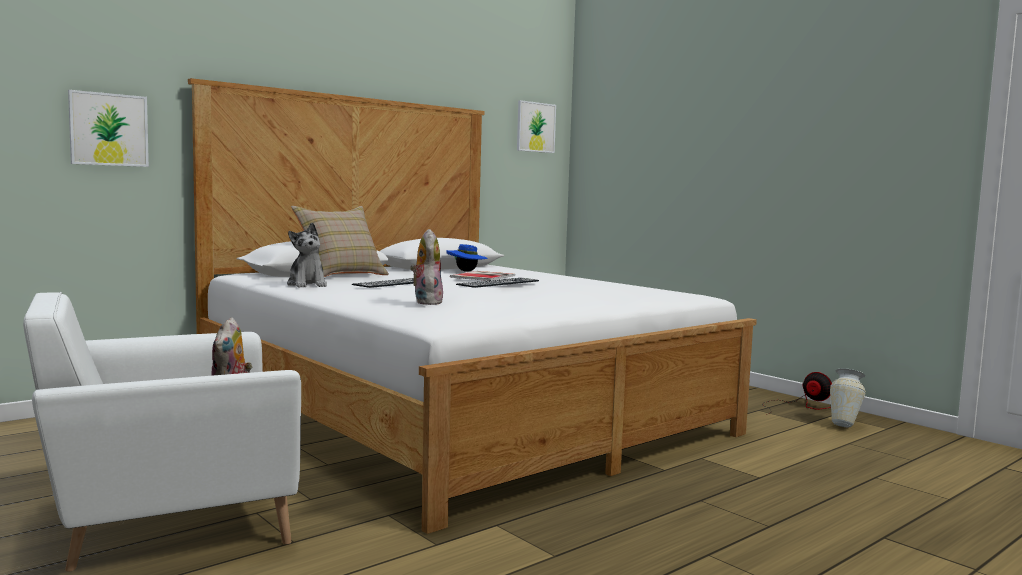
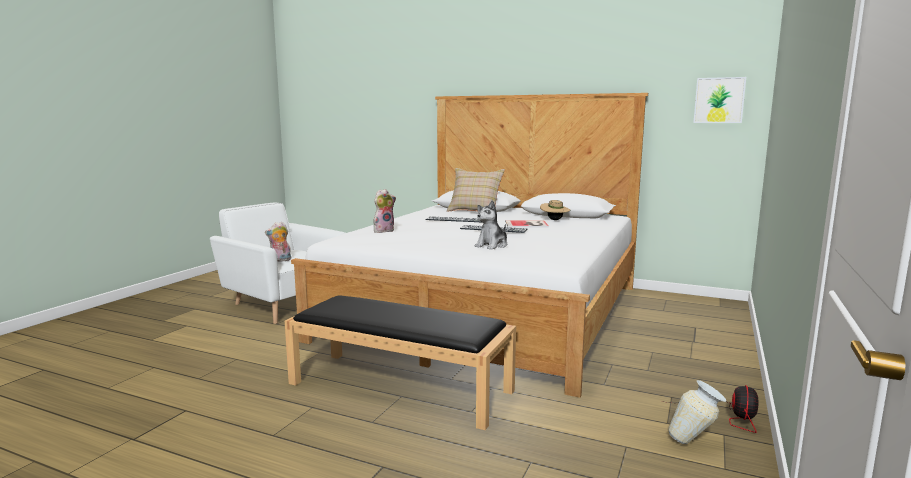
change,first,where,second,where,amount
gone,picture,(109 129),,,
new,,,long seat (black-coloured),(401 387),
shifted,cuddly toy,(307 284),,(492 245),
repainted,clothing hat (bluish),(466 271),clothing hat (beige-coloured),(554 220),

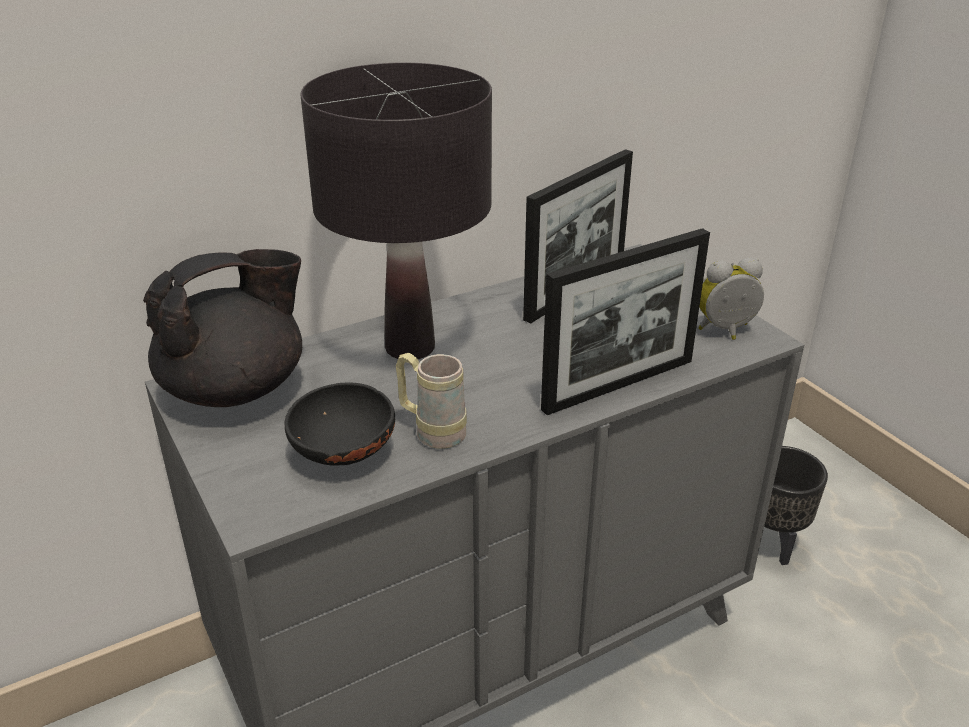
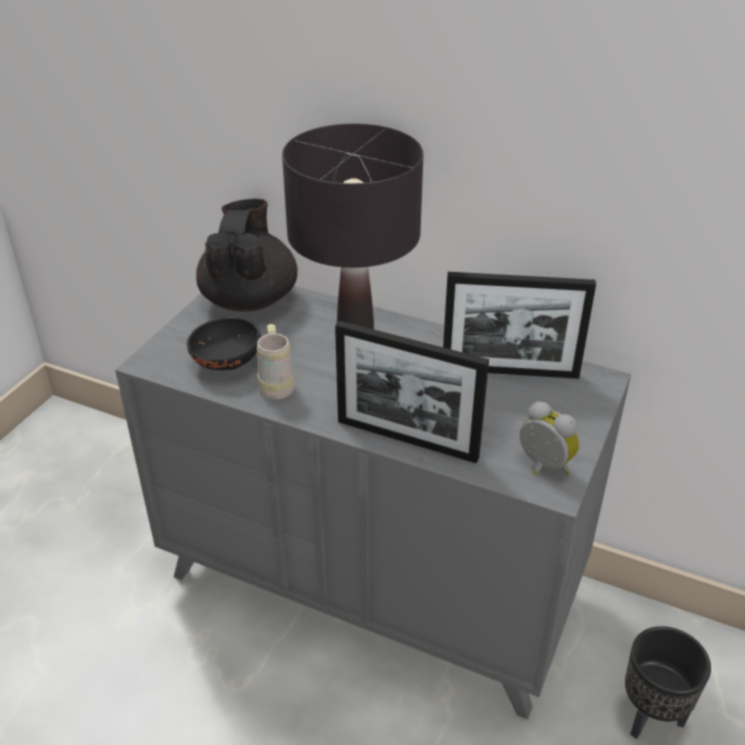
change,first,where,second,where,amount
rotated,tea pot (black-coloured),(237 389),,(249 299),105 degrees counterclockwise

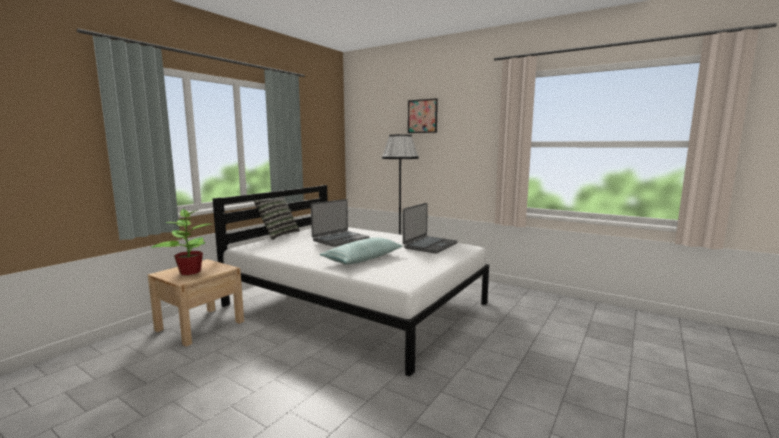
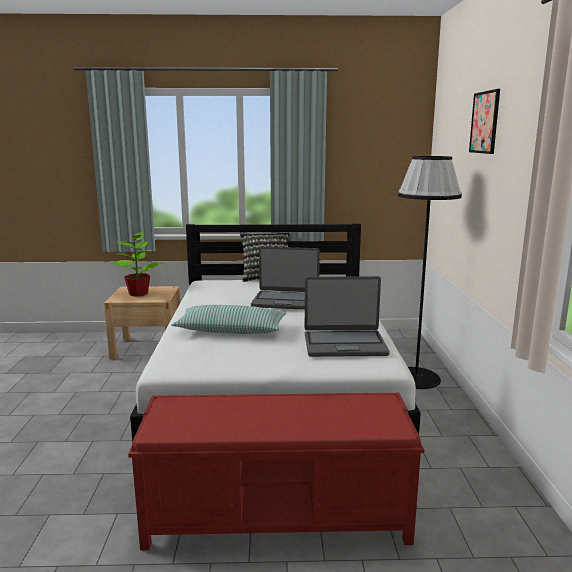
change,first,where,second,where,amount
new,,,long seat (reddish),(279 515),

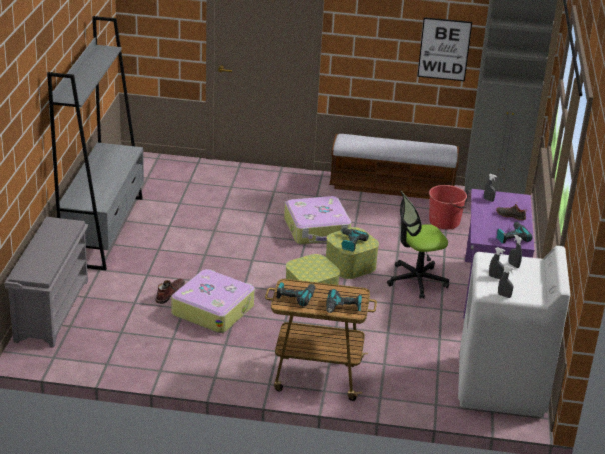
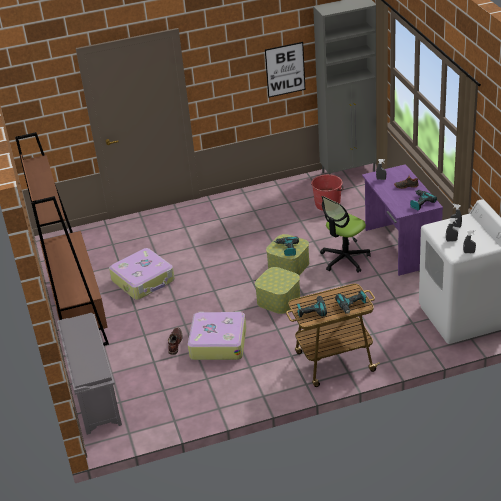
change,first,where,second,where,amount
gone,long seat,(392 187),,,
shifted,suitcase,(317 229),,(144 281),
repainted,bookshelf (grey),(103 230),bookshelf (brown-coloured),(78 311),

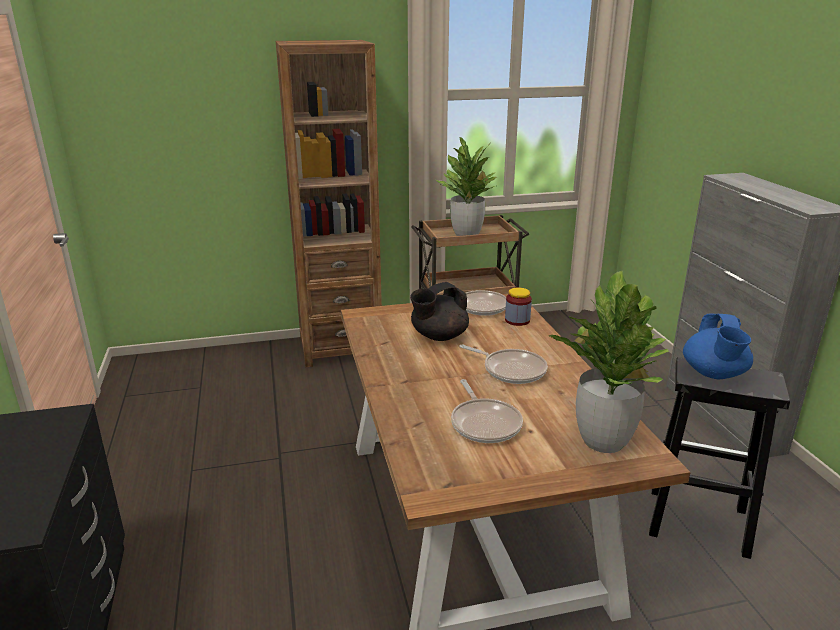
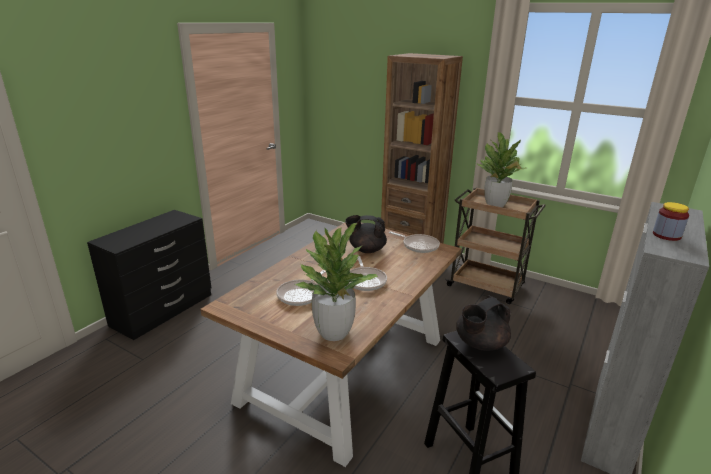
change,first,where,second,where,amount
shifted,preserve jar,(517 320),,(666 235),
repainted,tea pot (bluish),(714 374),tea pot (black-coloured),(480 344),

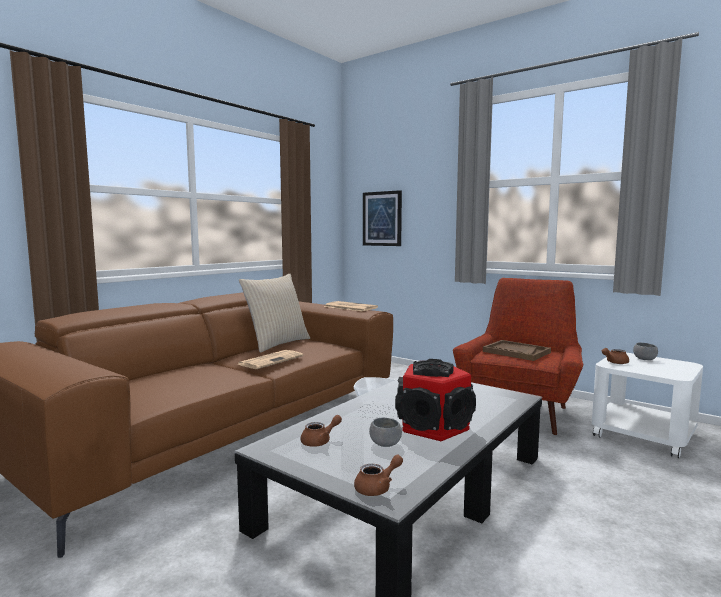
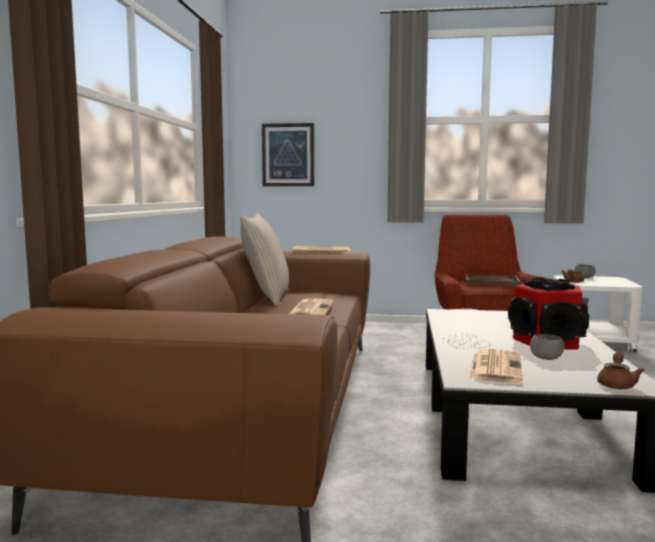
change,first,where,second,where,amount
swapped,tea pot (brown-coloured),(320 441),printed paper,(495 366),

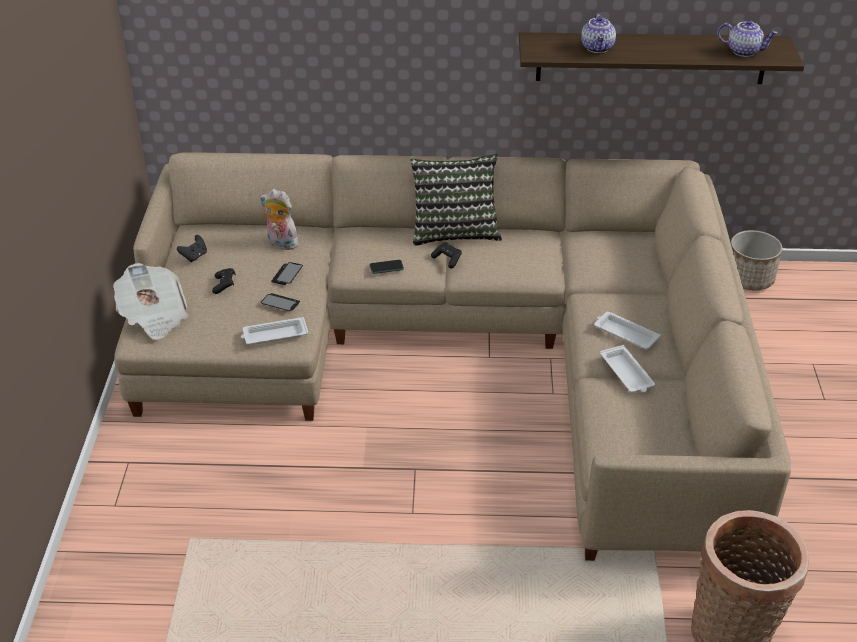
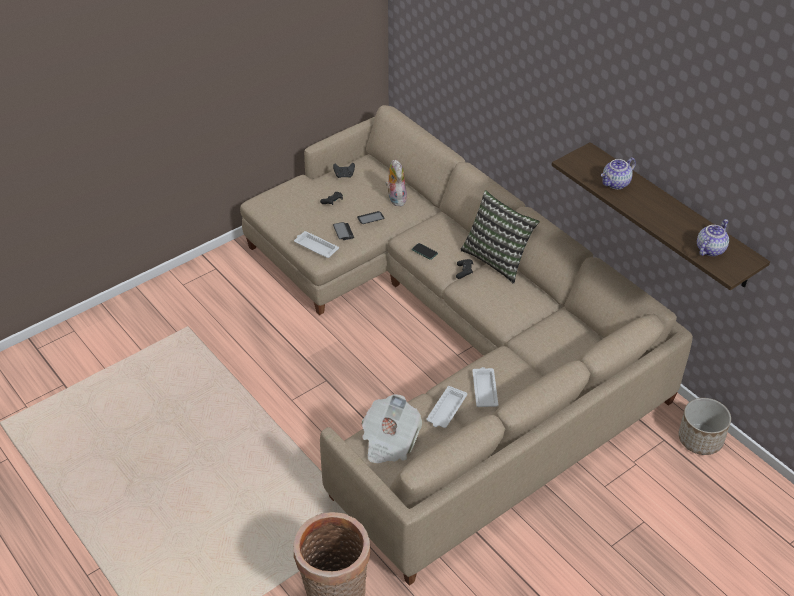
change,first,where,second,where,amount
shifted,printed paper,(154 316),,(389 441),
rotated,tea pot,(744 51),,(710 249),120 degrees counterclockwise

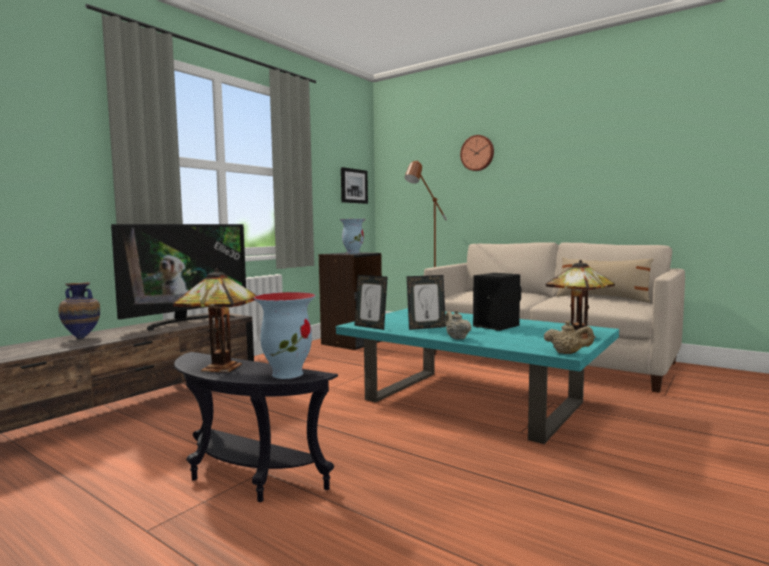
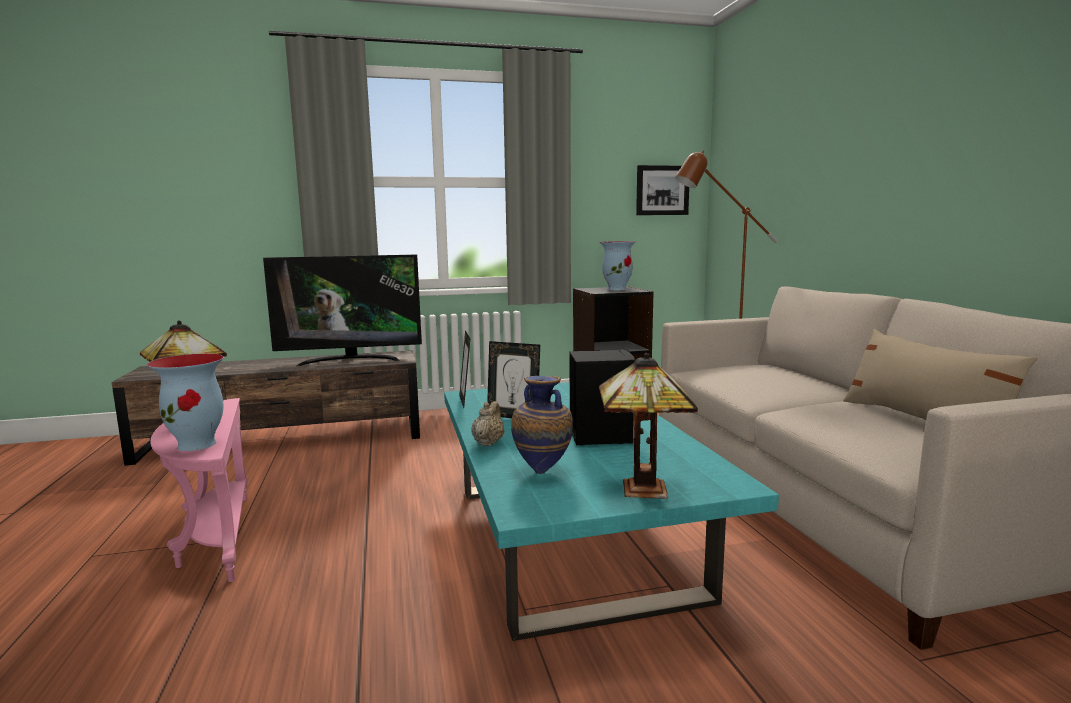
change,first,where,second,where,amount
gone,wall clock,(477 153),,,
gone,tea pot (beige-coloured),(568 353),,,
shifted,decorative vase,(82 338),,(543 471),
repainted,end table (black-coloured),(244 478),end table (pinkish),(215 538),

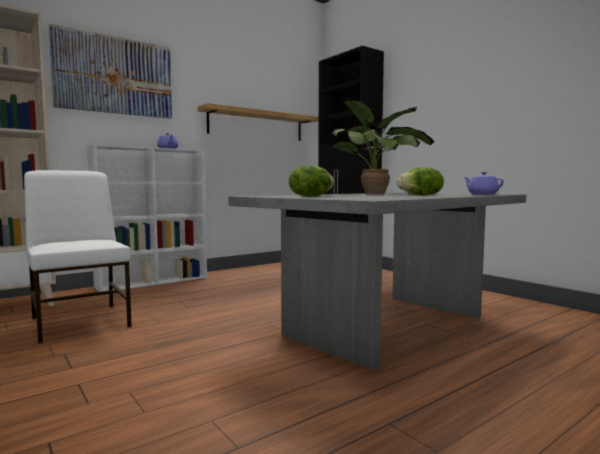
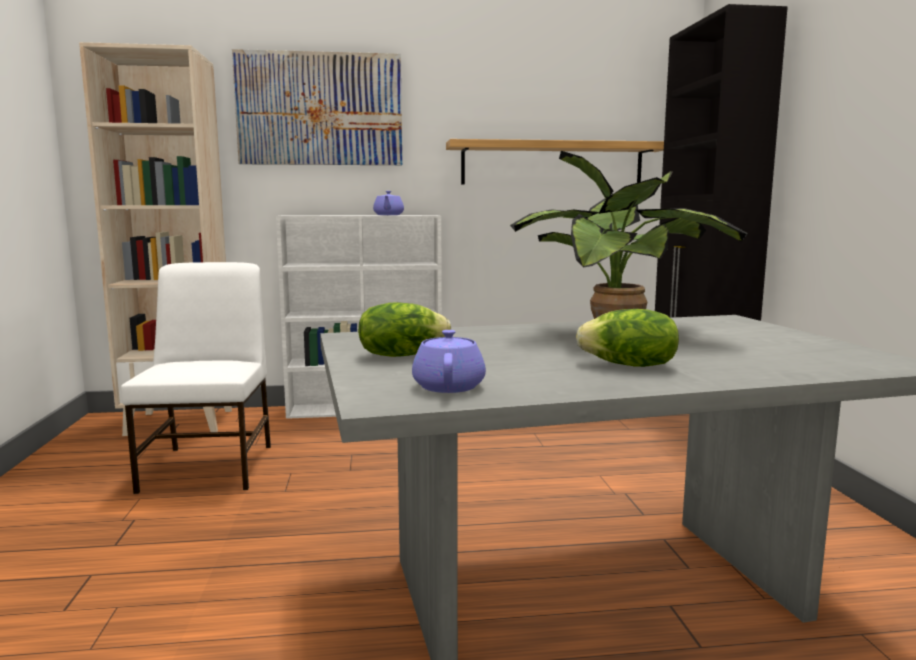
change,first,where,second,where,amount
shifted,tea pot (purple),(482 194),,(449 386),

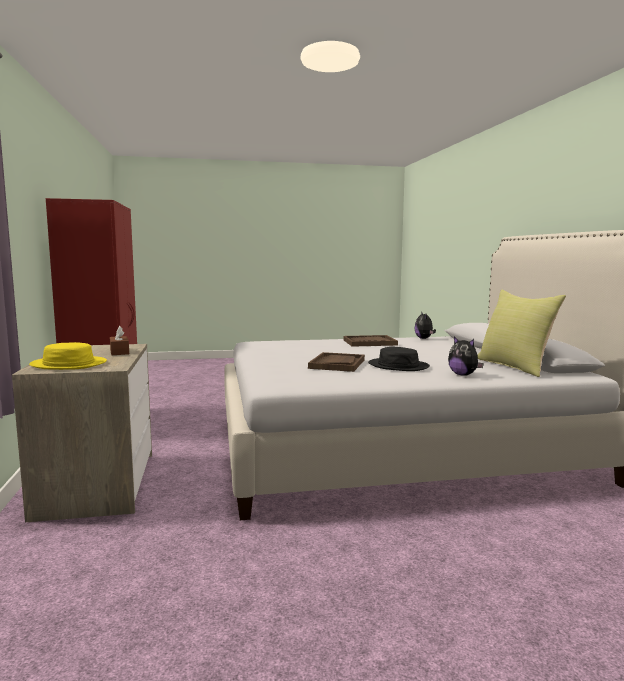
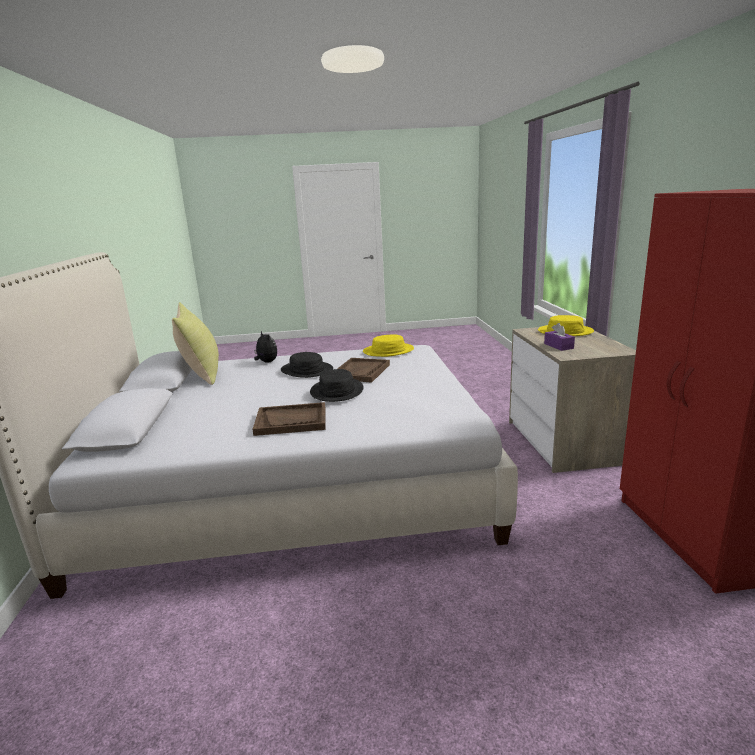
change,first,where,second,where,amount
gone,cuddly toy,(424 338),,,
new,,,clothing hat (black-coloured),(337 391),
new,,,clothing hat (yellowish),(388 351),
repainted,tissue box (brown-coloured),(119 352),tissue box (purple),(558 346),

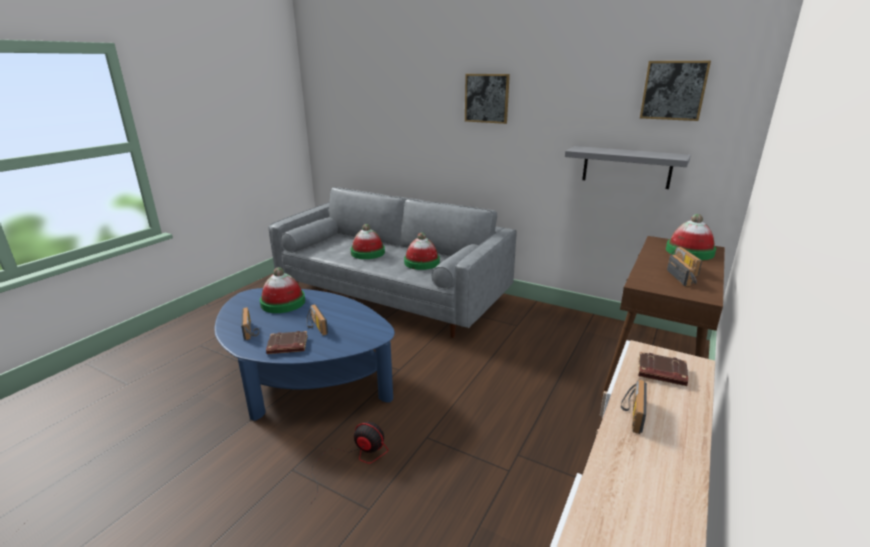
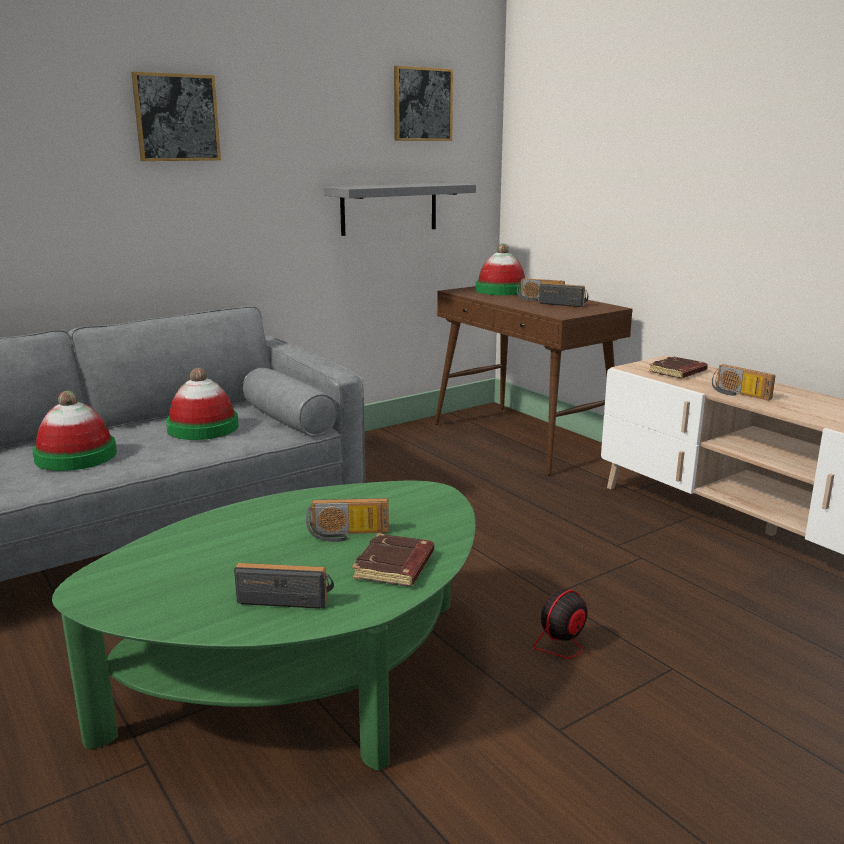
change,first,where,second,where,amount
gone,clothing hat,(283 303),,,
repainted,low table (bluish),(305 380),low table (green-coloured),(304 682),

